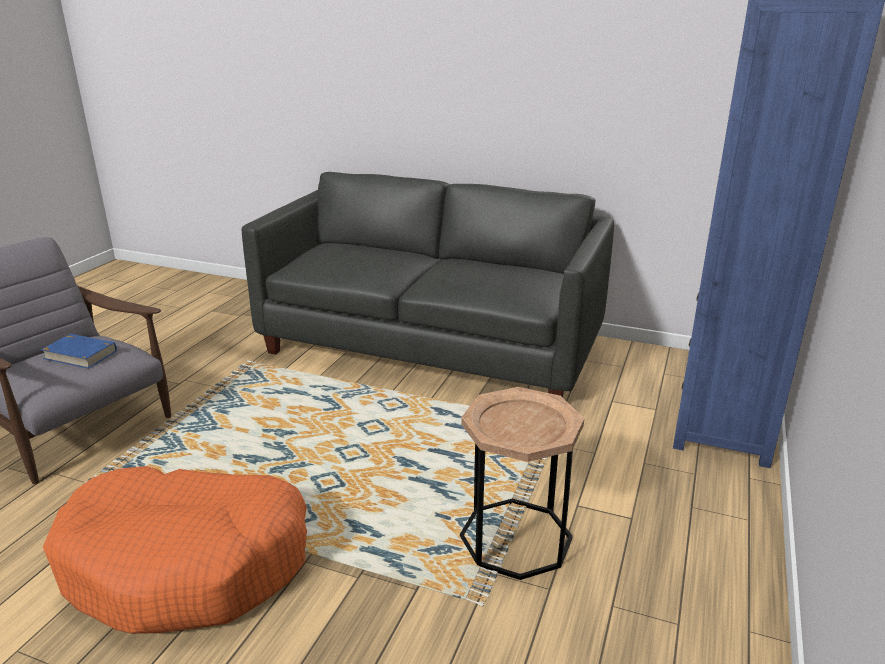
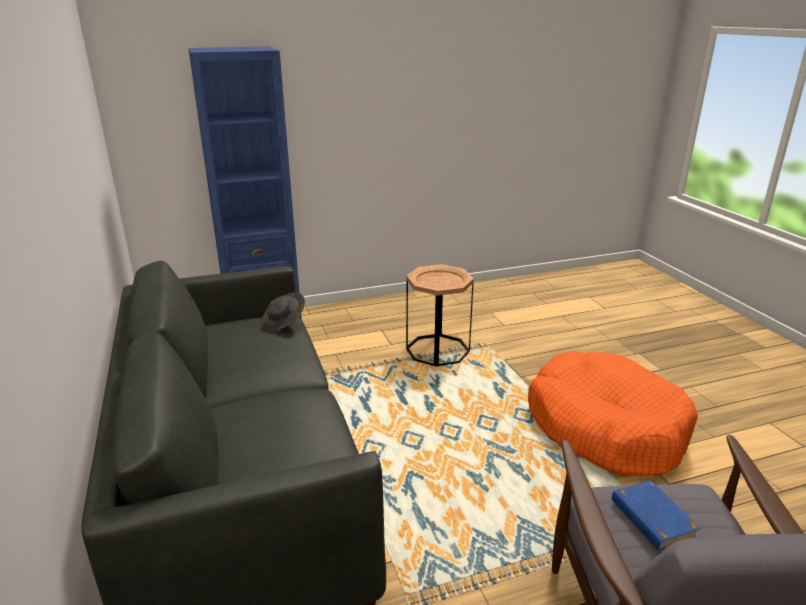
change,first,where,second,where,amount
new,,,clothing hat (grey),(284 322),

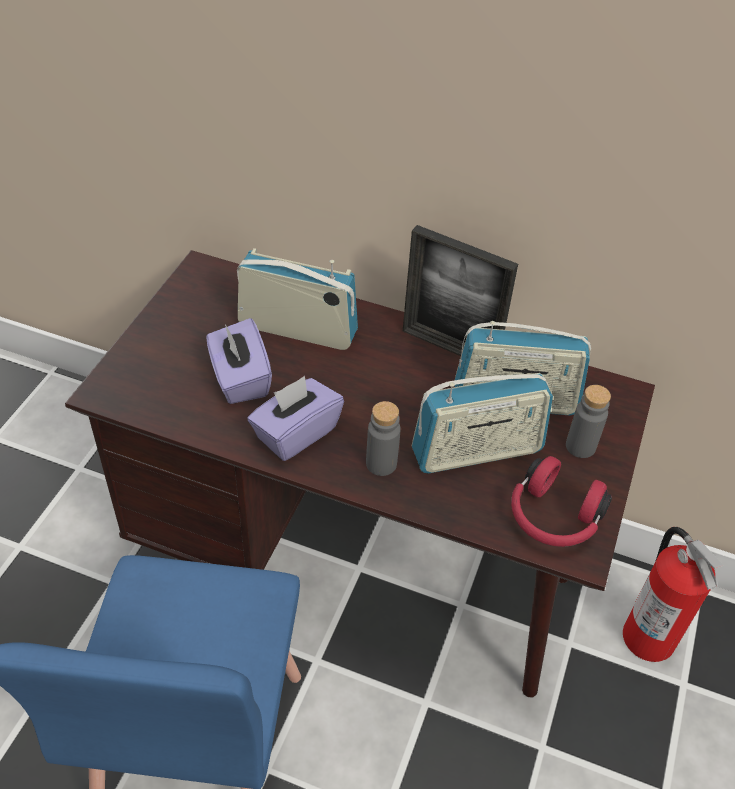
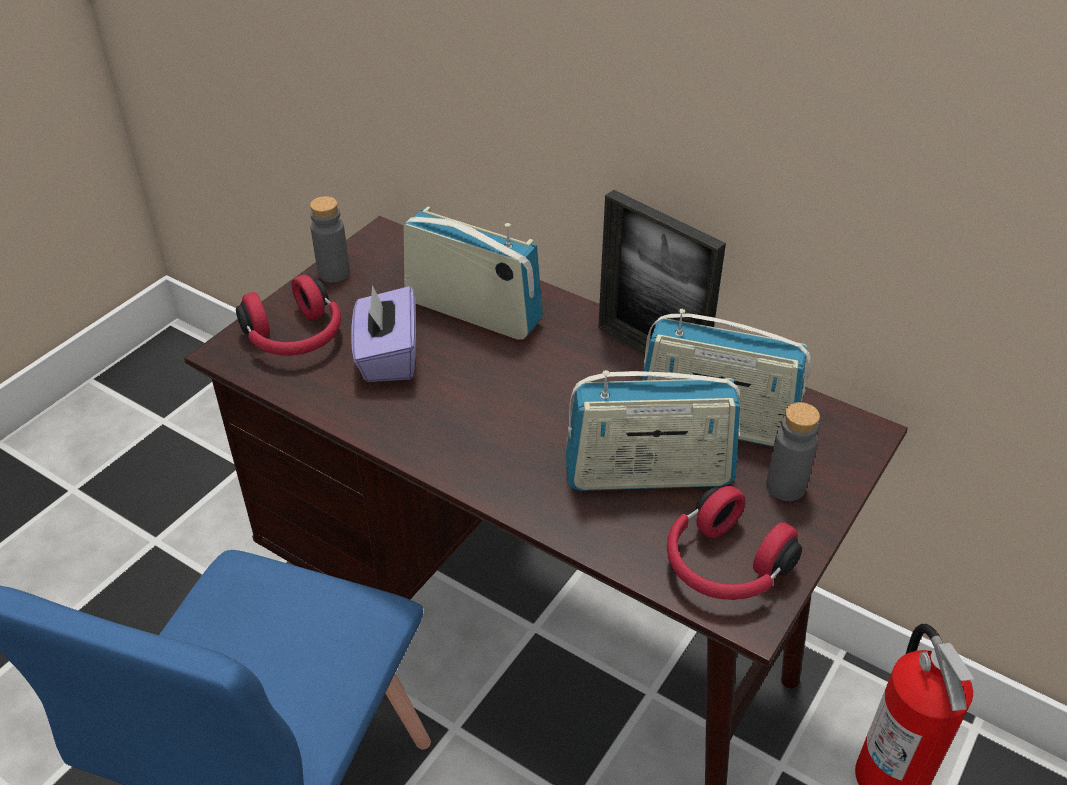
change,first,where,second,where,amount
gone,tissue box (purple),(295 433),,,
new,,,headphones (reddish),(296 338),
shifted,drink bottle (grey),(381 463),,(334 273),

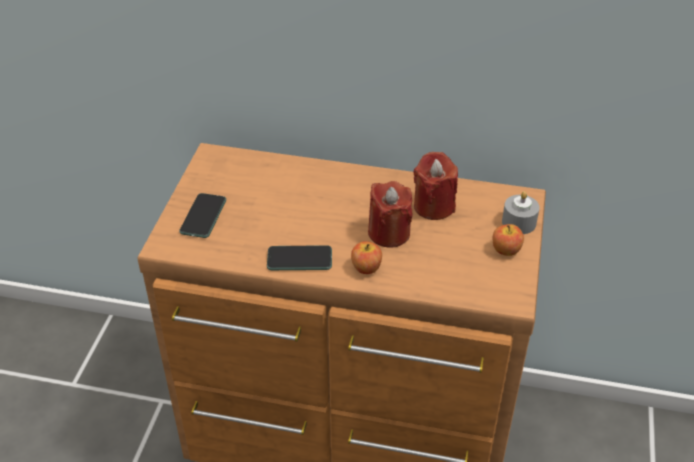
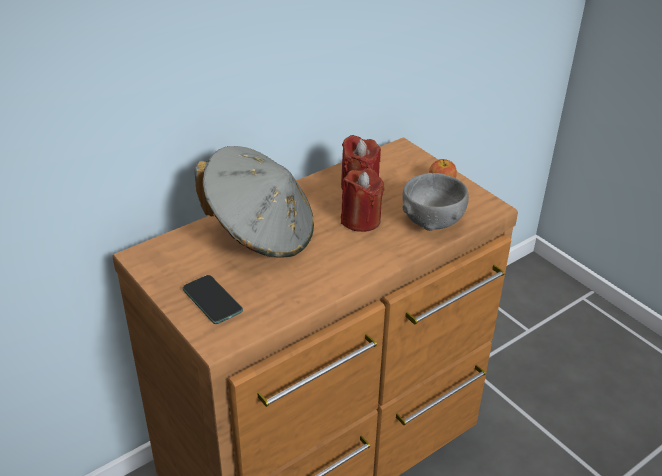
change,first,where,second,where,amount
gone,phone,(299 259),,,
gone,apple fruit,(366 268),,,
gone,wax candle (grey),(519 222),,,
new,,,clothing hat (grey),(260 233),
new,,,deep dish (grey),(432 221),

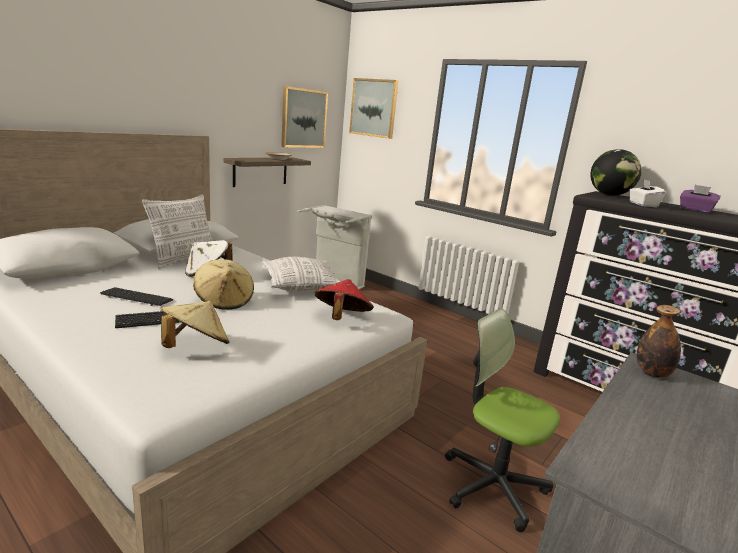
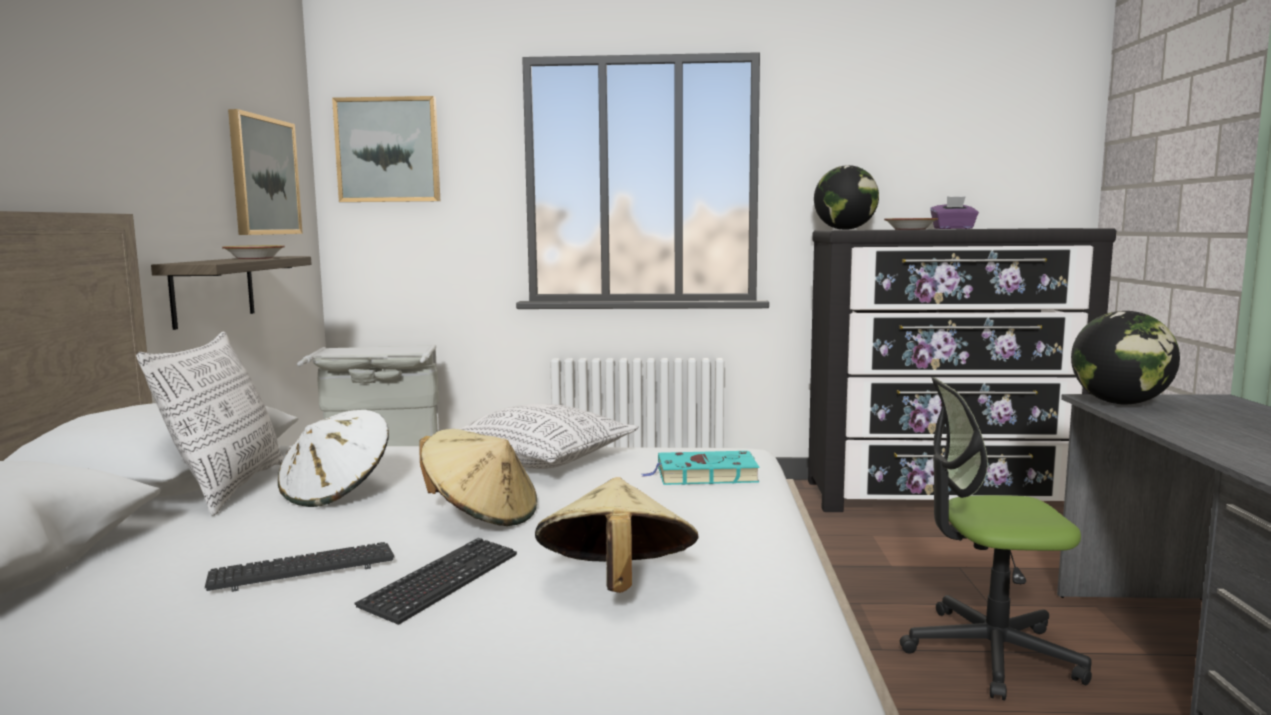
change,first,where,second,where,amount
swapped,clothing hat (reddish),(341 318),bound book (turquoise-coloured),(703 475),
swapped,tissue box (whitish),(642 204),deep dish,(910 229),
swapped,drink bottle,(652 373),globe,(1120 403),

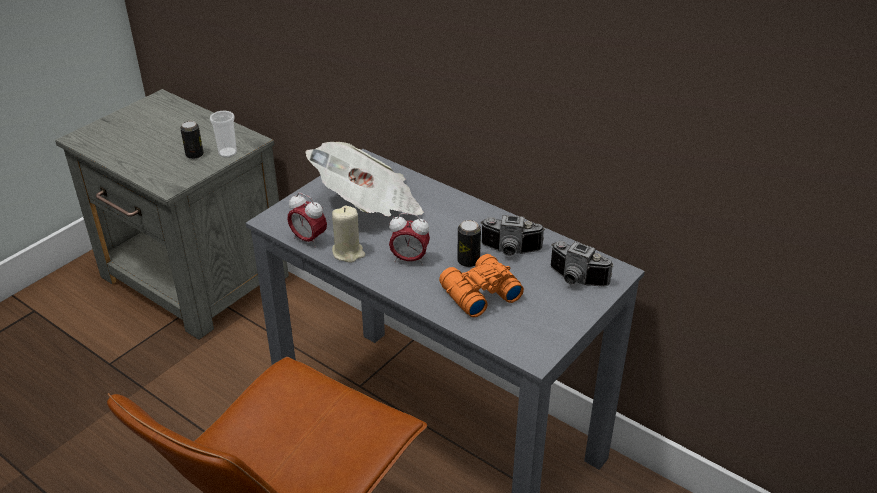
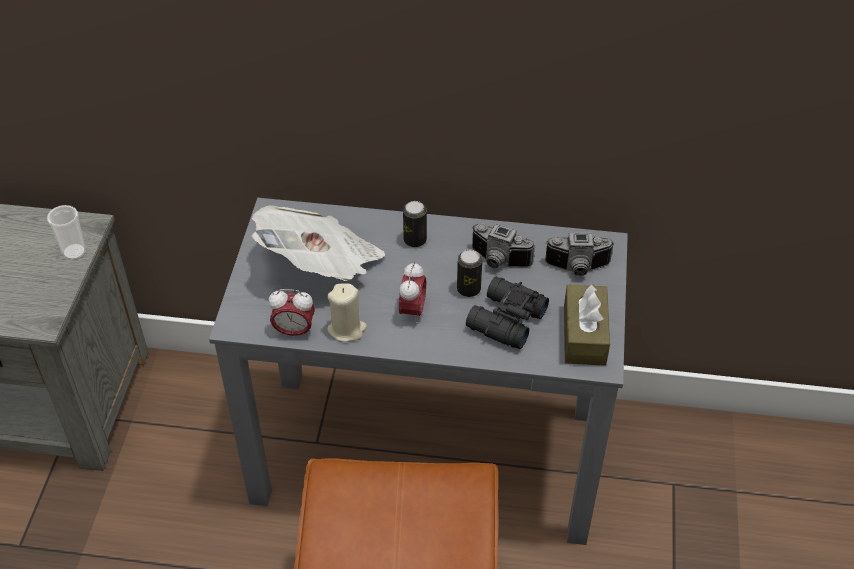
change,first,where,second,where,amount
new,,,tissue box (brown-coloured),(584 335),
shifted,sealed can,(194 155),,(415 240),
repainted,pair of binoculars (orange),(478 293),pair of binoculars (black-coloured),(504 320),
rotated,bedside clock,(409 259),,(412 311),60 degrees counterclockwise
rotated,still camera,(510 251),,(498 262),45 degrees clockwise

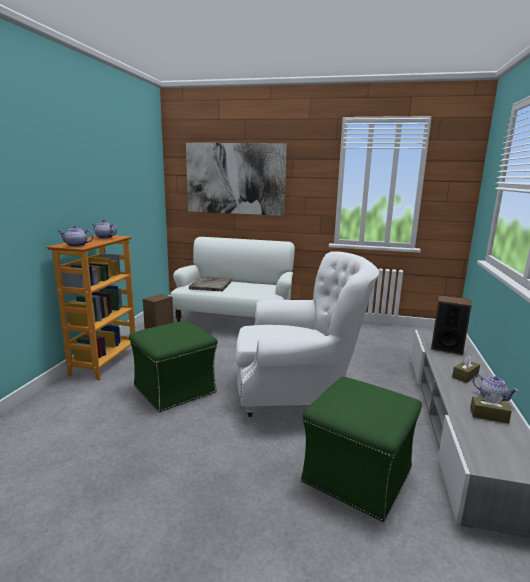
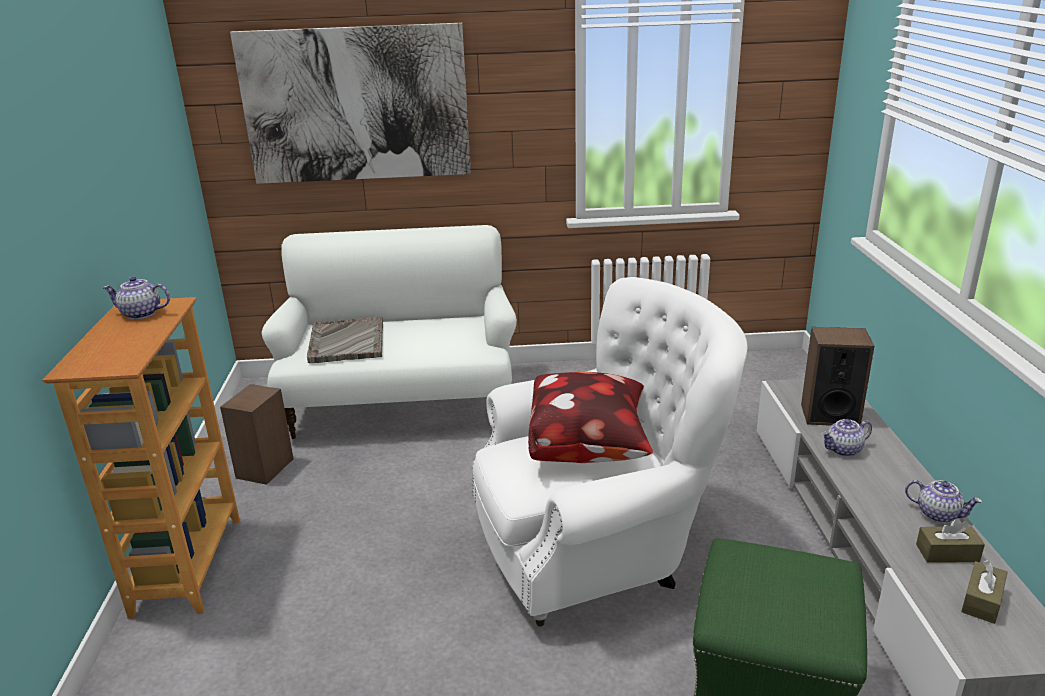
change,first,where,second,where,amount
gone,pouffe (green-coloured),(175 389),,,
new,,,throw pillow,(589 448),
shifted,tea pot,(76 245),,(843 450),
shifted,tissue box (brown-coloured),(465 376),,(982 601),

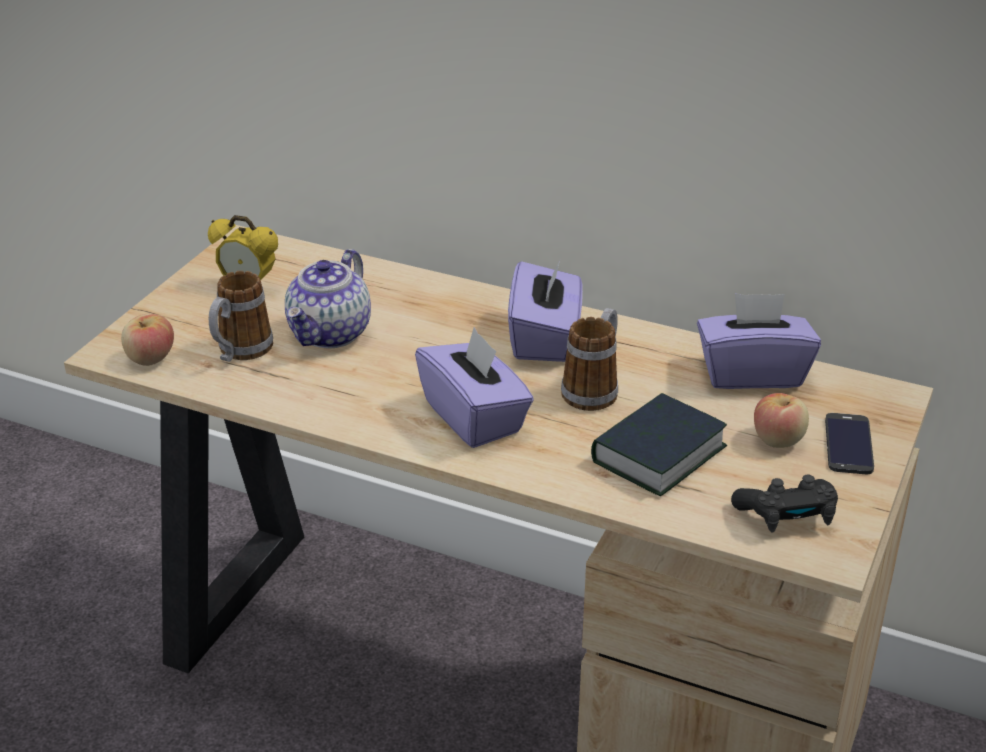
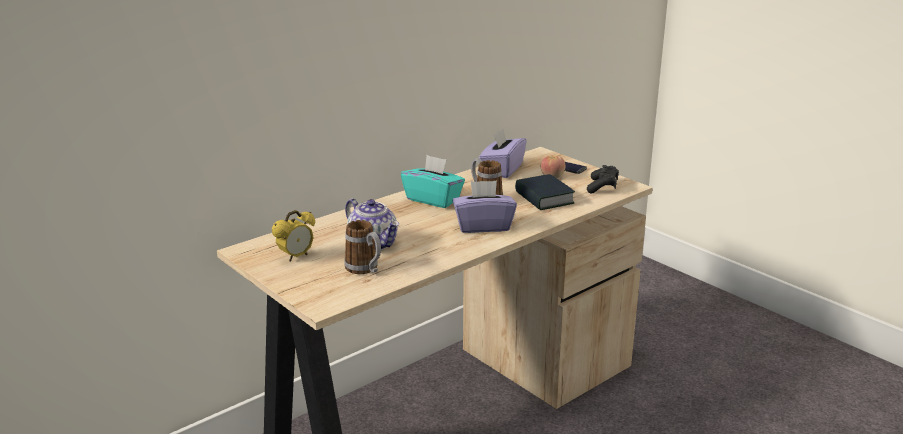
change,first,where,second,where,amount
gone,apple fruit,(150 359),,,
repainted,tissue box (purple),(545 338),tissue box (turquoise-coloured),(433 199),

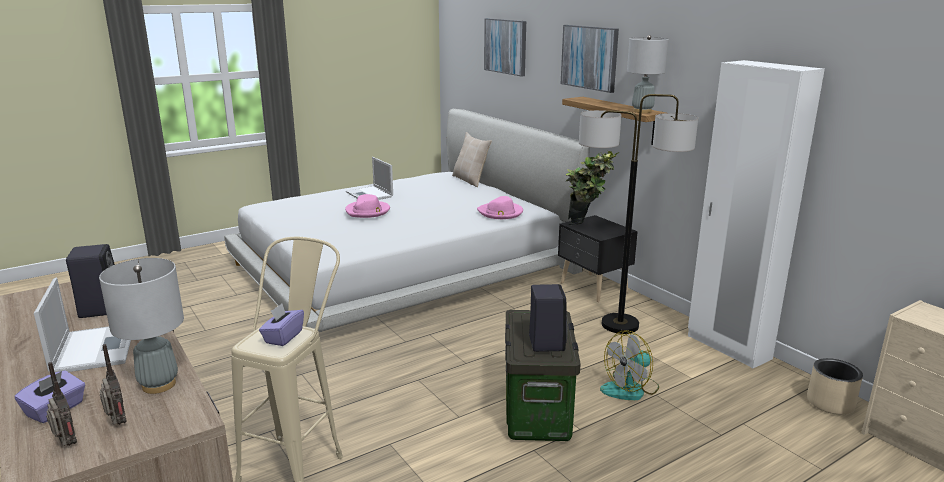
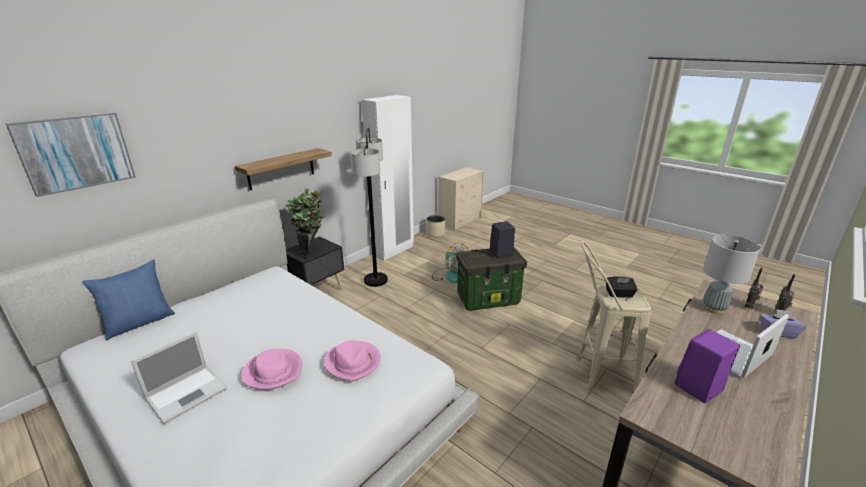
change,first,where,second,where,amount
gone,picture,(589 57),,,
gone,tabletop lamp (grey),(642 111),,,
shifted,clothing hat (pinkish),(500 213),,(353 362),
repainted,audio speaker (black-coloured),(100 308),audio speaker (purple),(698 388),
repainted,tissue box (purple),(283 337),tissue box (black-coloured),(619 294),
repainted,throw pillow (beige-coloured),(471 180),throw pillow (bluish),(139 322),

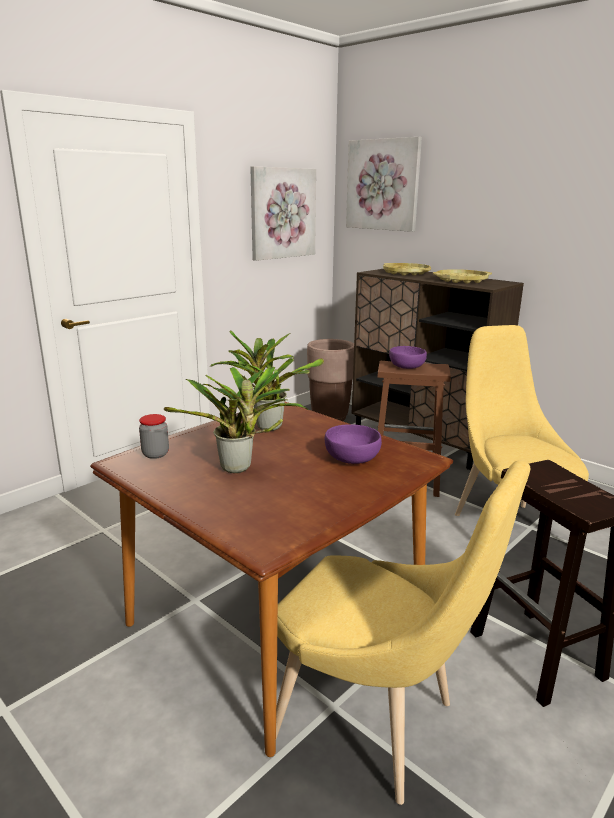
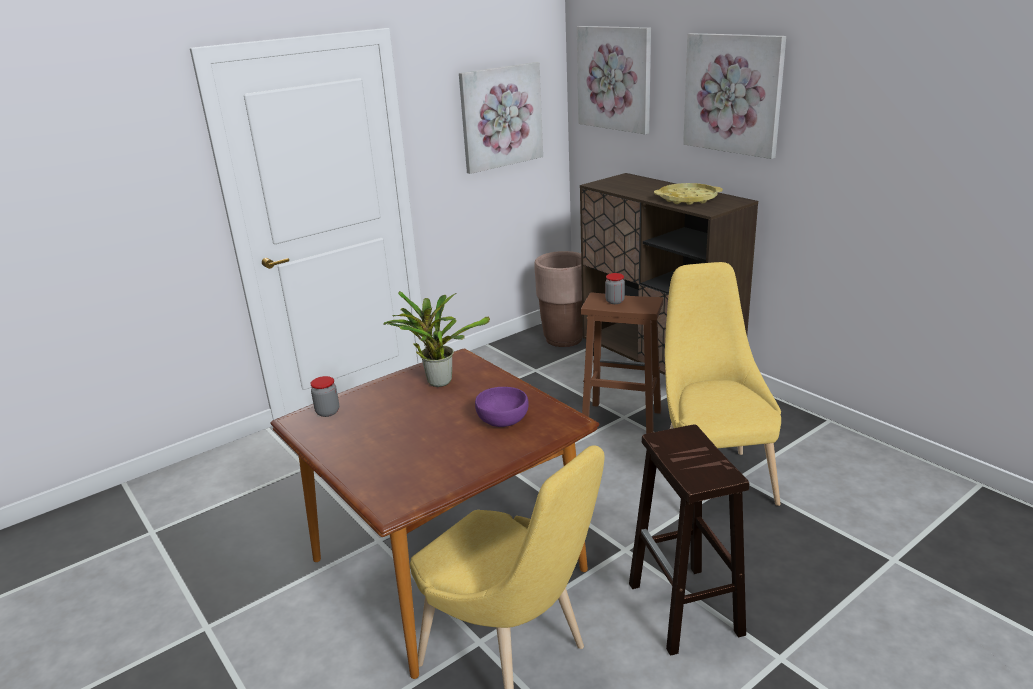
change,first,where,second,where,amount
gone,potted plant,(239 469),,,
gone,carrying tray (yellowish),(406 273),,,
new,,,picture,(733 94),
swapped,deep dish (purple),(406 367),preserve jar,(614 301),

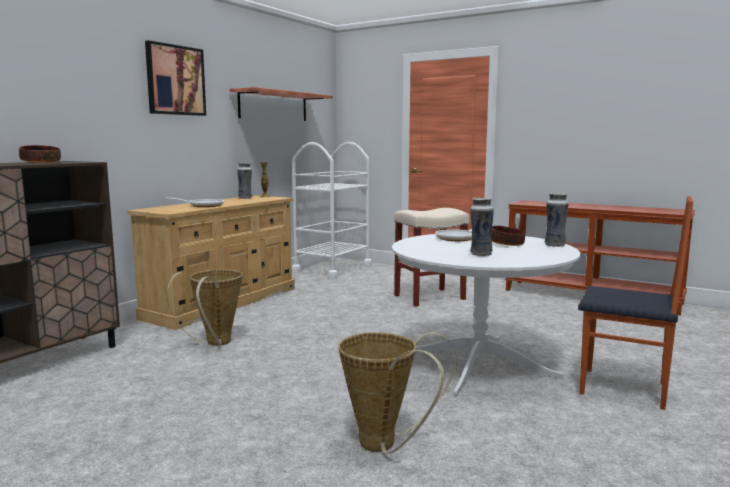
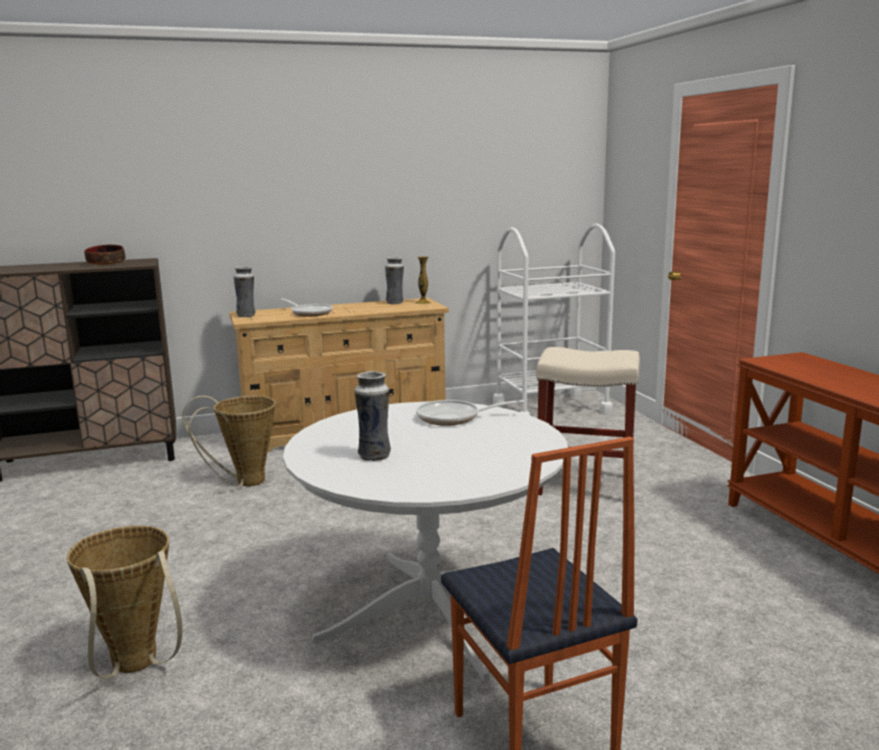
change,first,where,second,where,amount
gone,picture,(175 80),,,
gone,wall shelf,(273 106),,,
gone,deep dish,(506 244),,,
shifted,decorative vase,(554 245),,(246 315),

